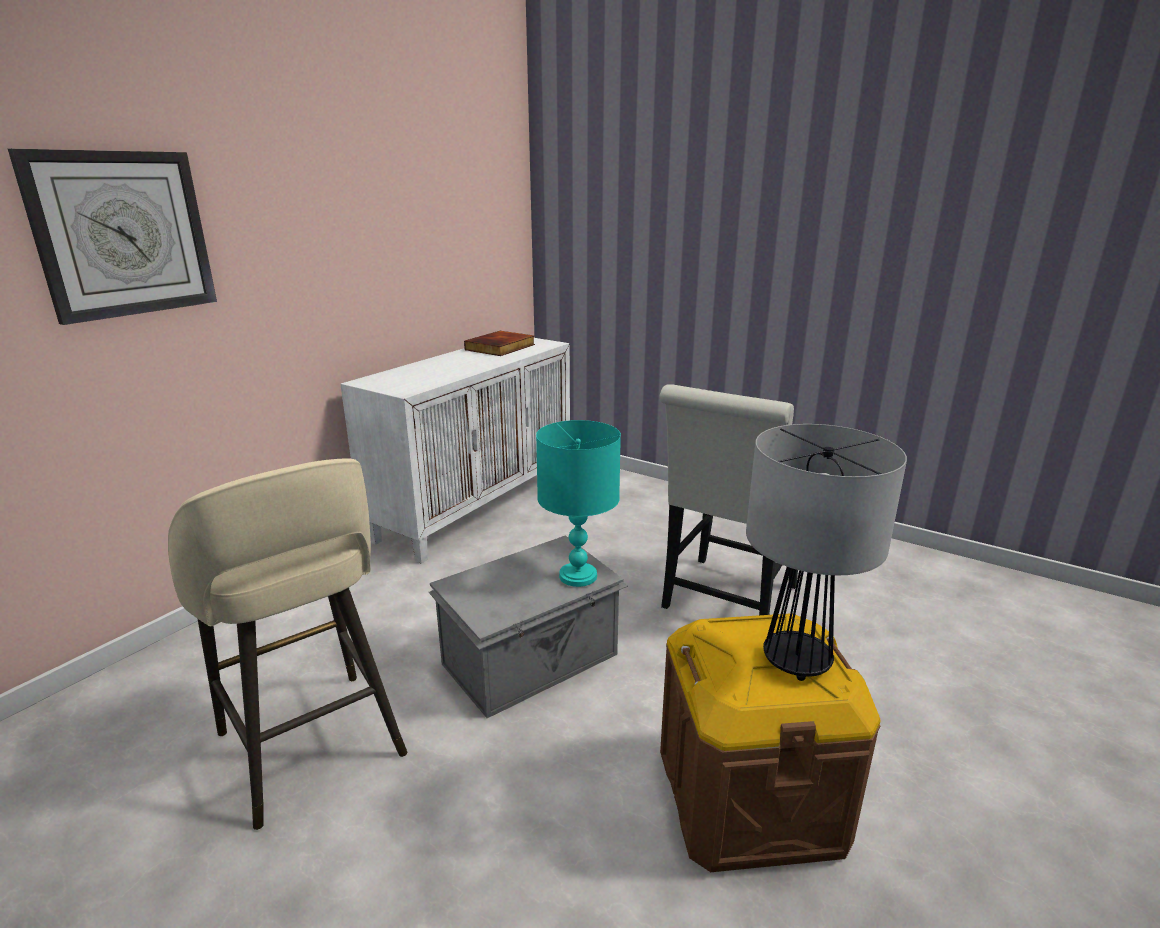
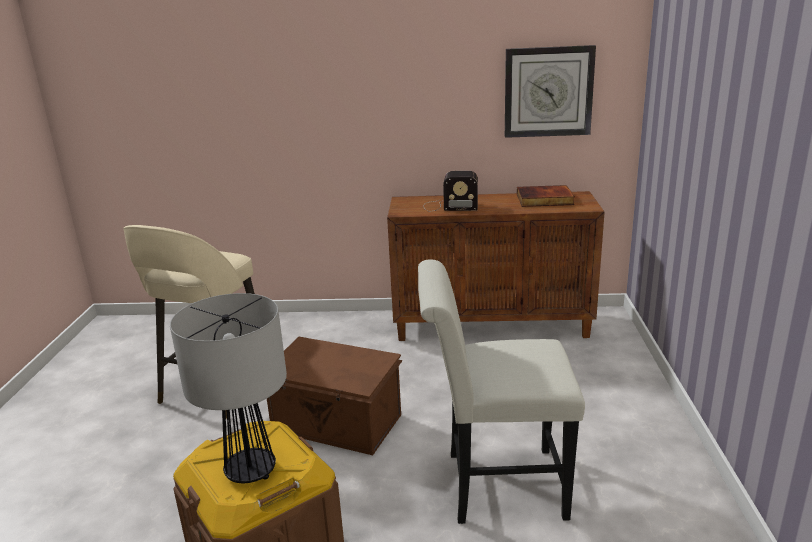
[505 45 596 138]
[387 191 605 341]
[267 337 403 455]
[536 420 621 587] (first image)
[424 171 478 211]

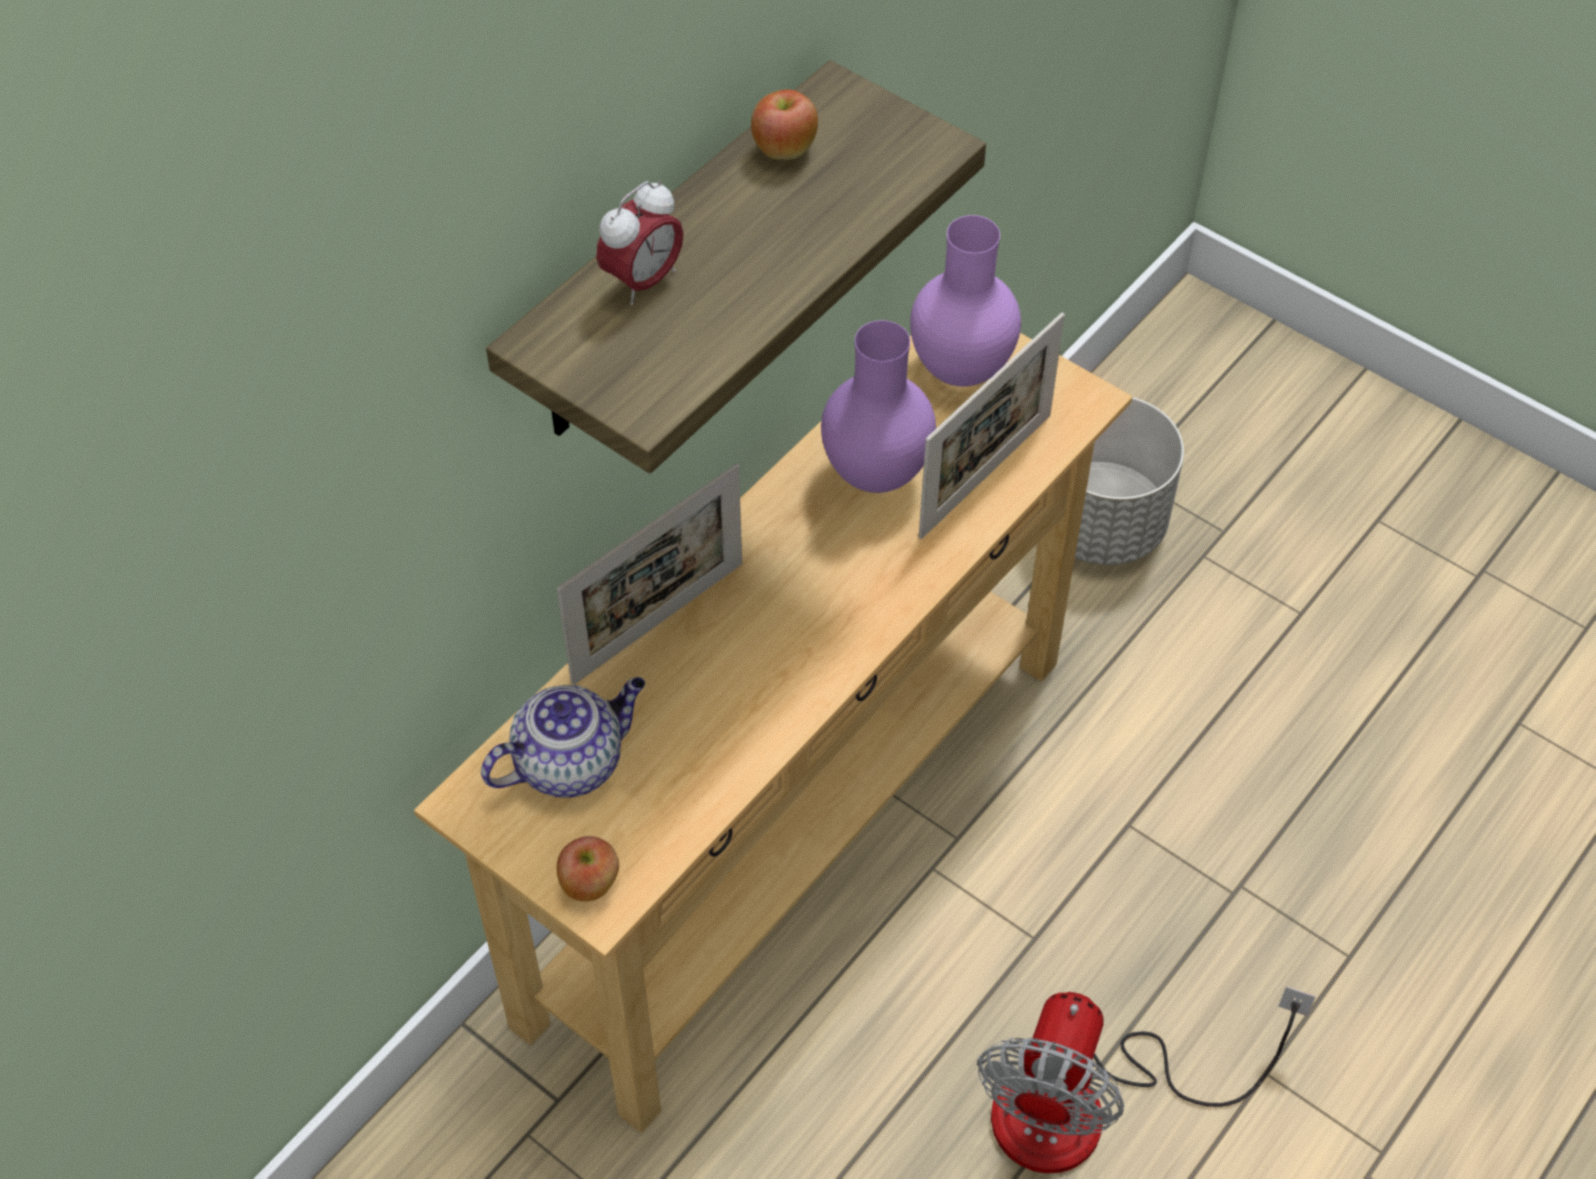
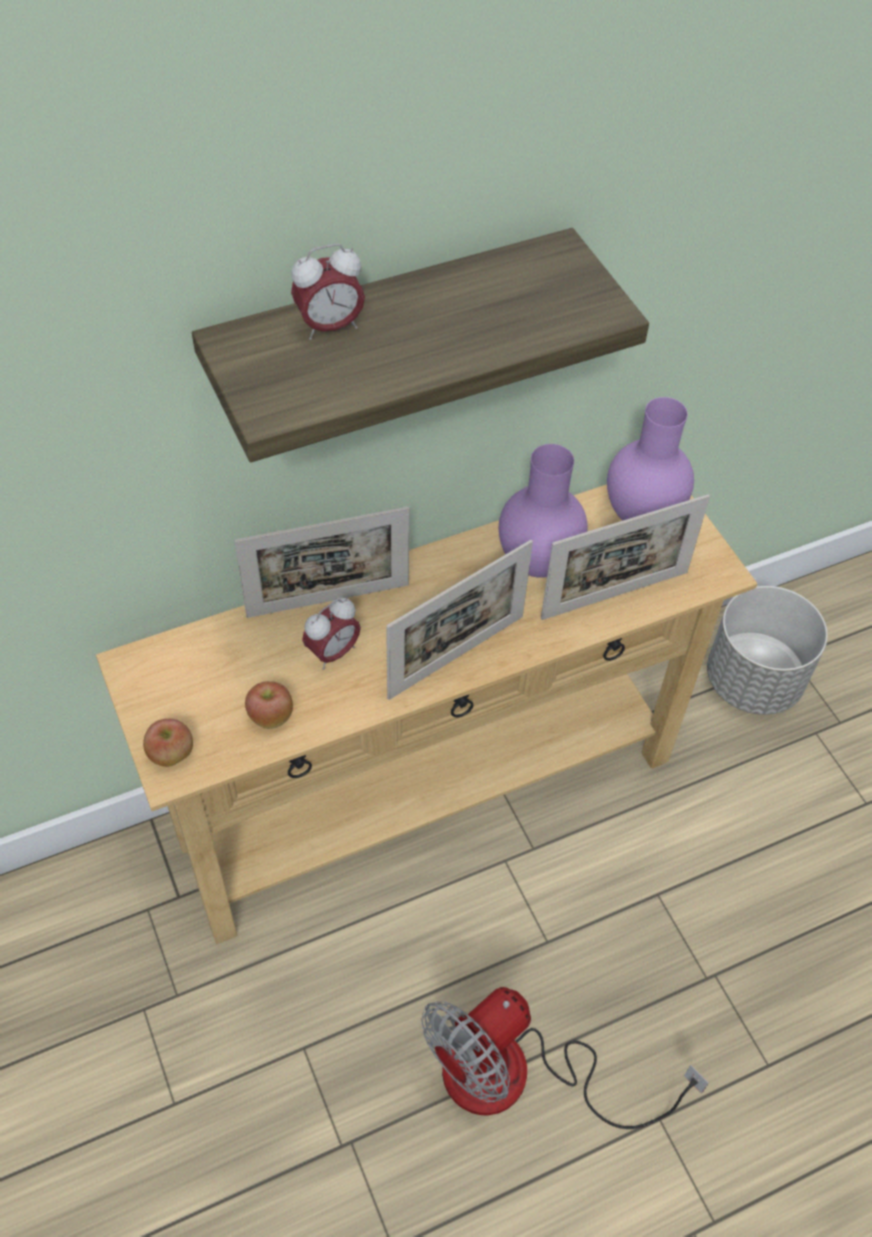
[481 677 645 798] (first image)
[245 681 293 729]
[302 597 361 670]
[386 540 533 700]

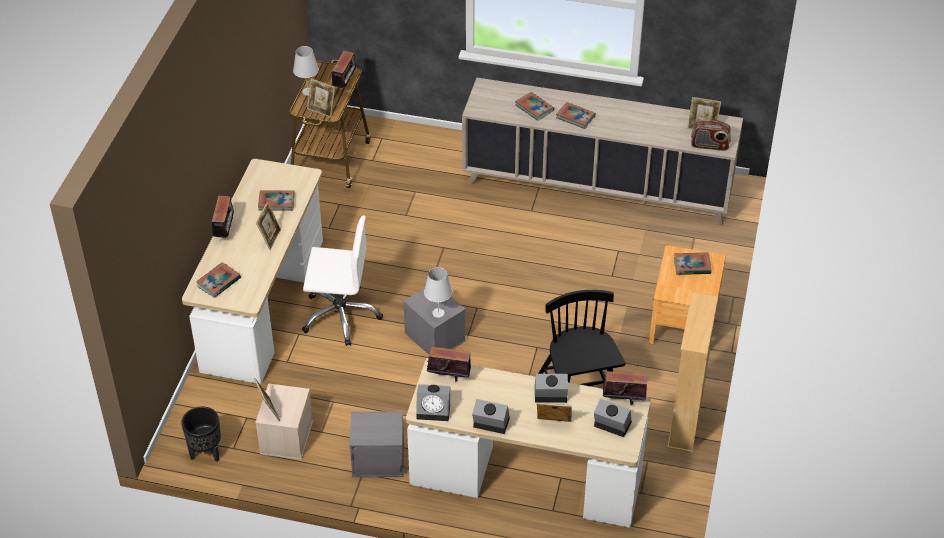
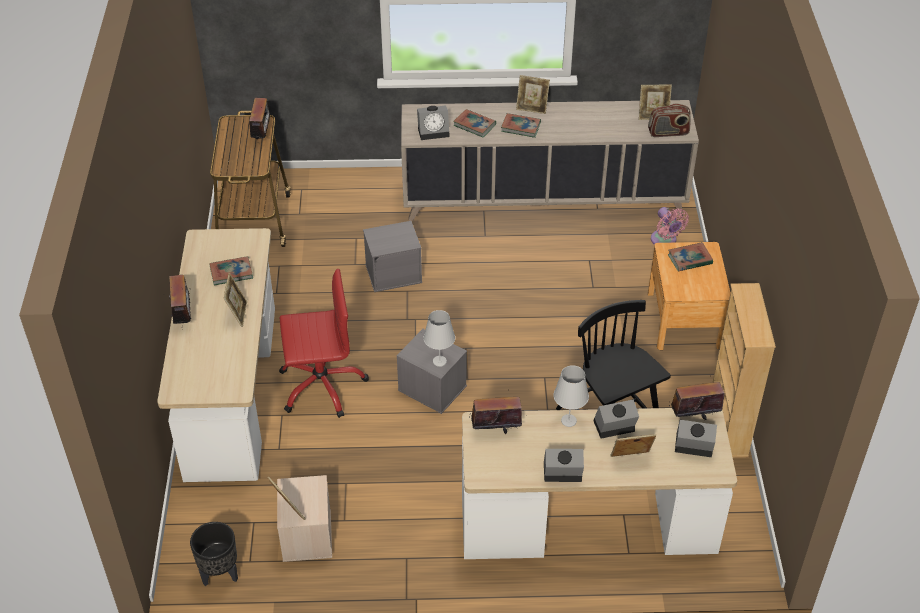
[196 262 241 298] (first image)
[553 365 589 427]
[279 269 369 418]
[516 75 550 114]
[363 221 422 292]
[417 105 450 140]
[651 207 689 245]

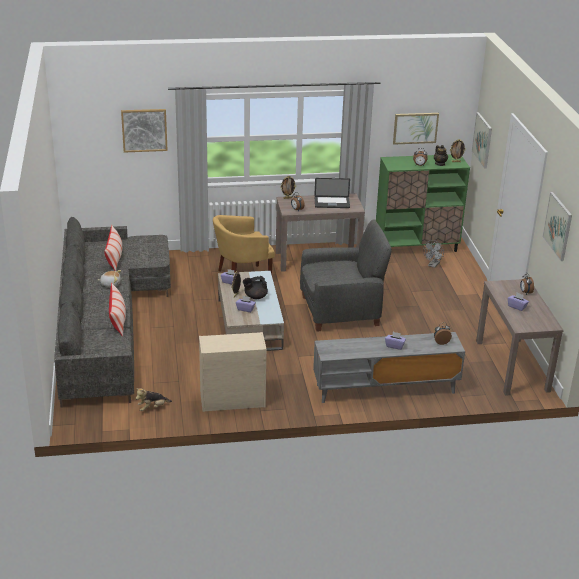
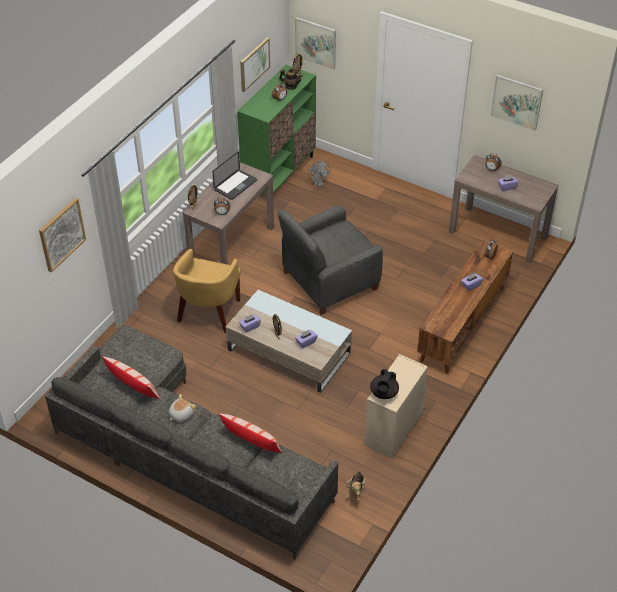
[370 369 399 399]
[278 206 383 315]
[417 240 513 374]

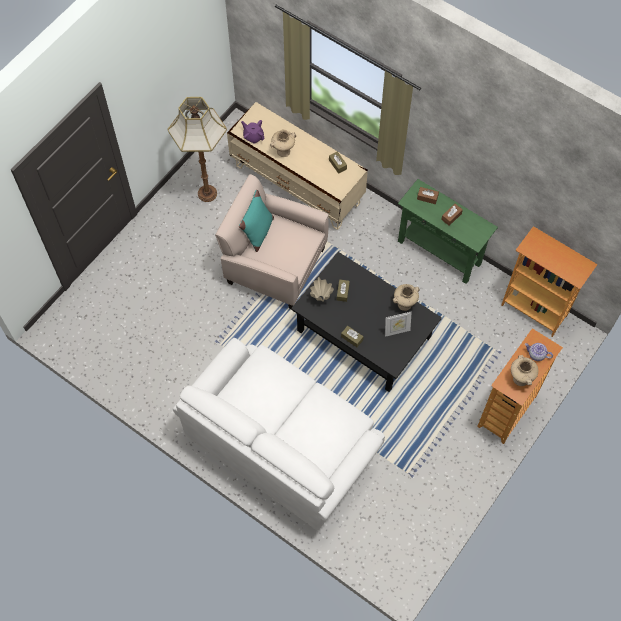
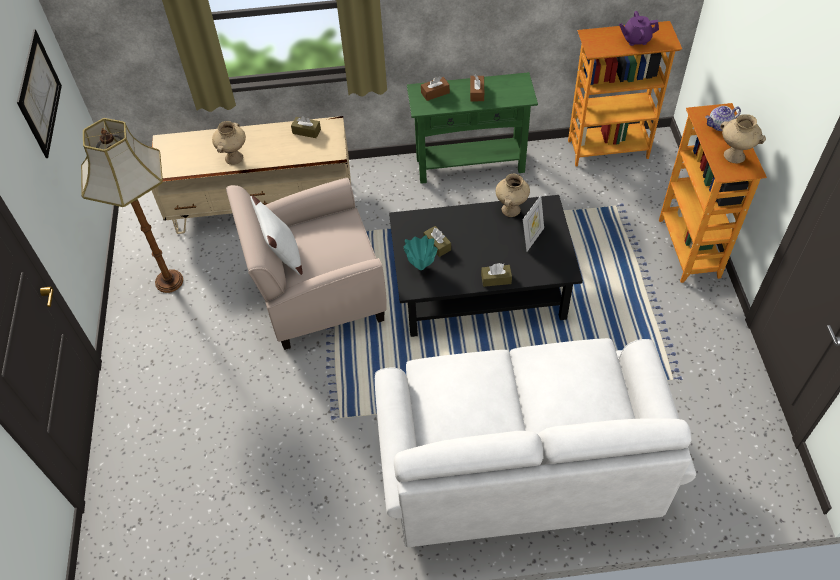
[250 196 303 275]
[619 11 659 46]
[404 235 437 270]
[17 29 62 158]

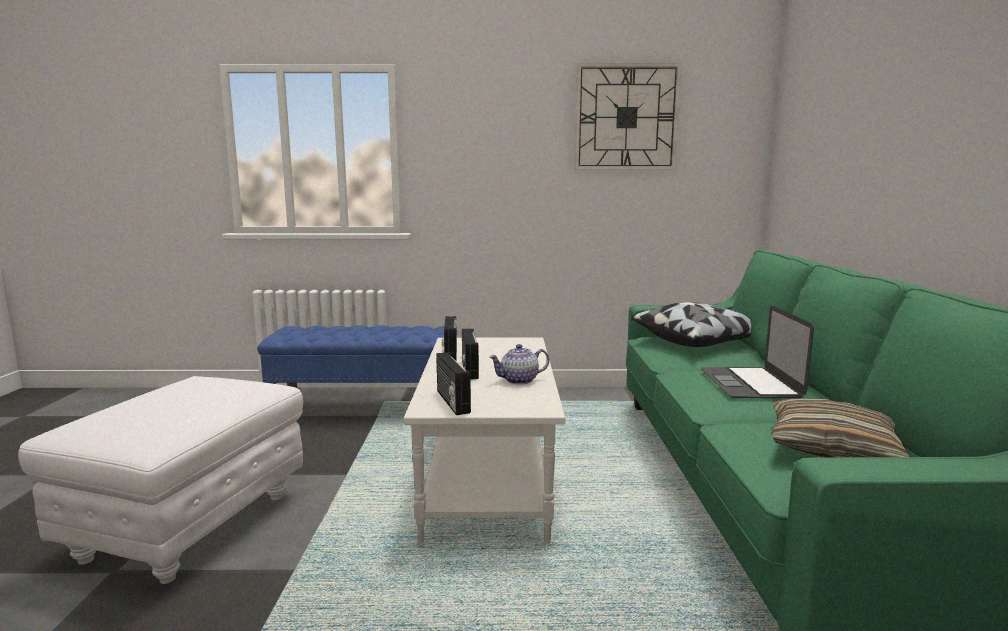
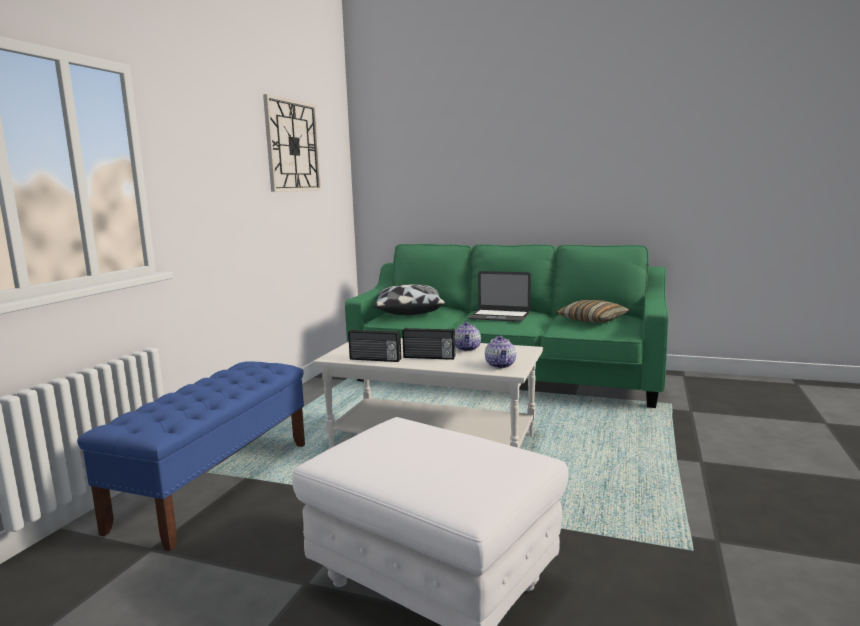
[485 336 516 368]

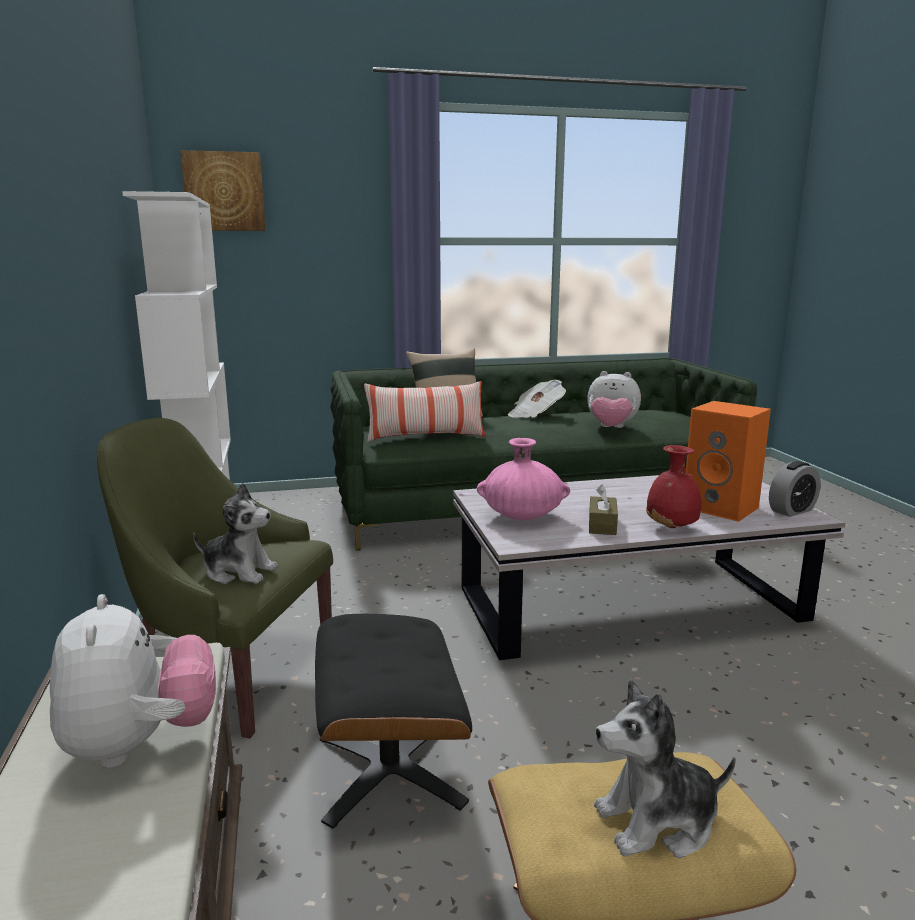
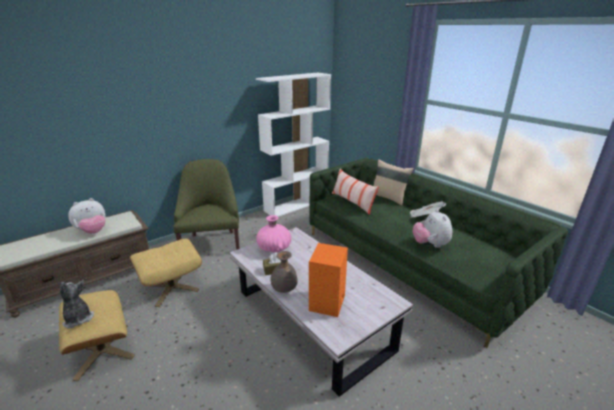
[180 150 266 231] (first image)
[193 483 278 584] (first image)
[129 239 202 307]
[270 251 298 293]
[769 461 821 517] (first image)

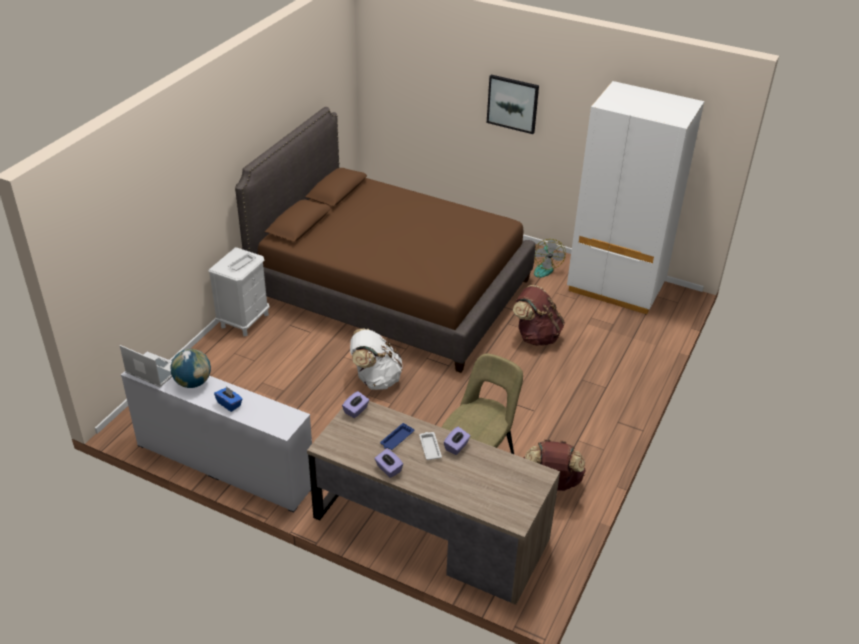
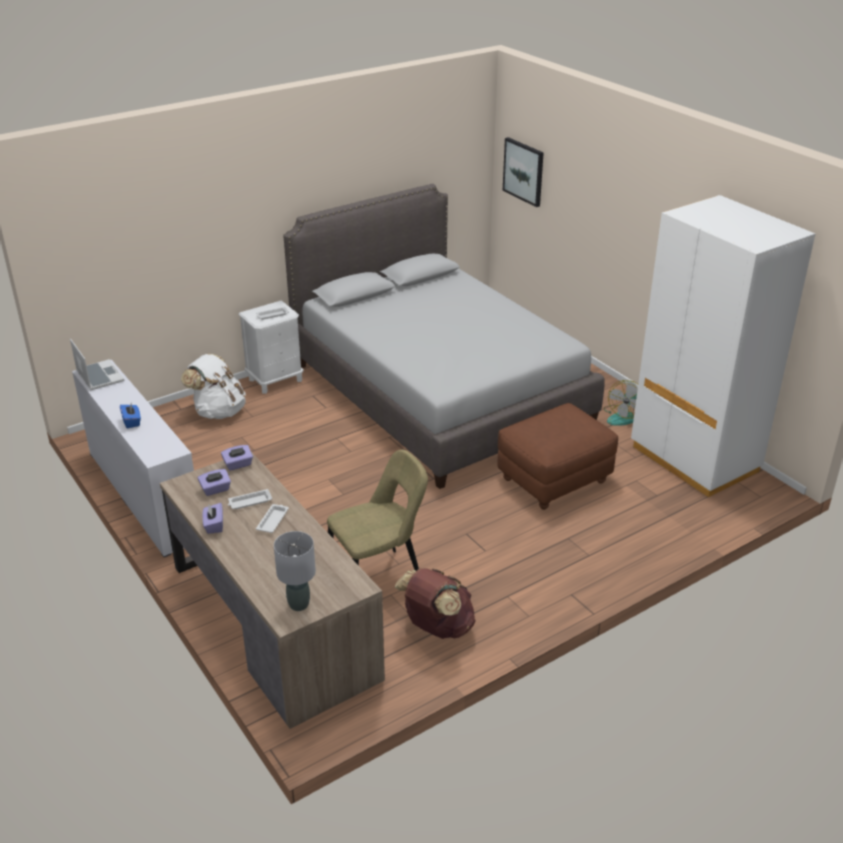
[170 349 211 388] (first image)
[283 184 605 489]
[181 354 246 419]
[228 489 272 509]
[198 469 231 496]
[503 137 544 207]
[497 403 618 510]
[274 531 316 611]

